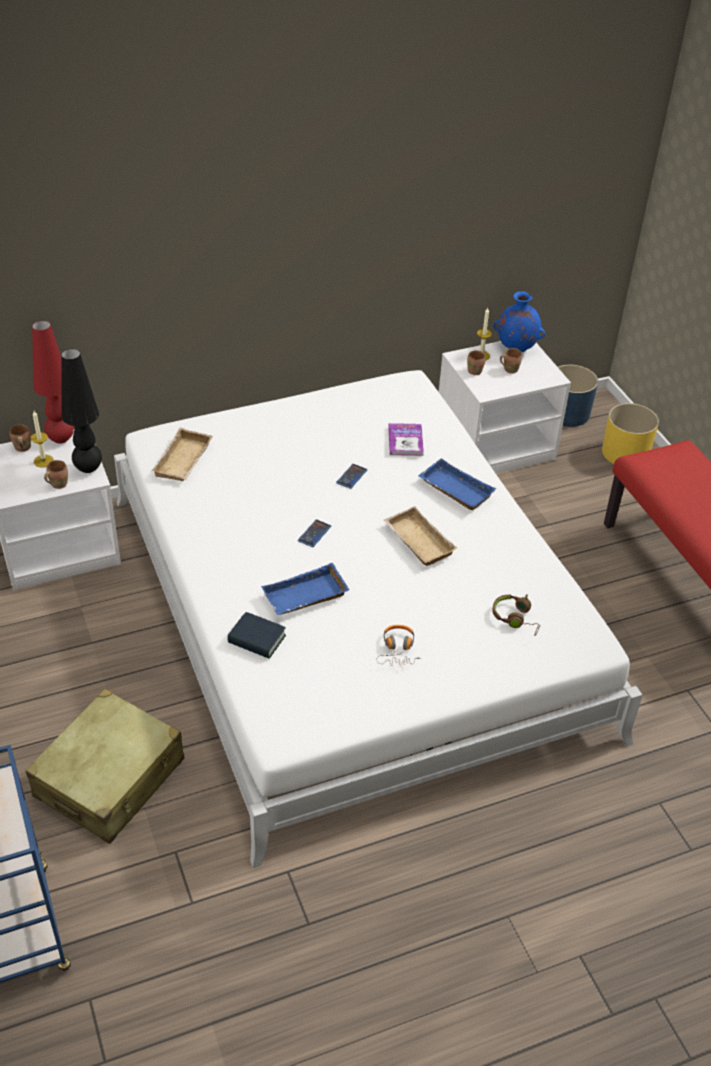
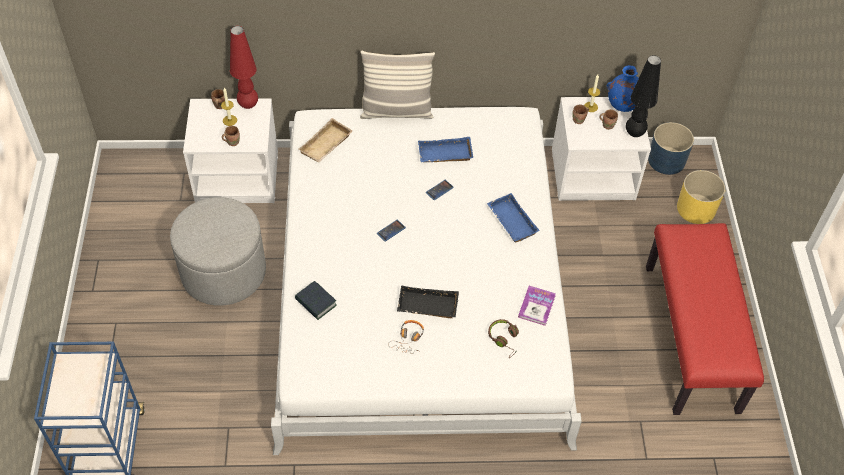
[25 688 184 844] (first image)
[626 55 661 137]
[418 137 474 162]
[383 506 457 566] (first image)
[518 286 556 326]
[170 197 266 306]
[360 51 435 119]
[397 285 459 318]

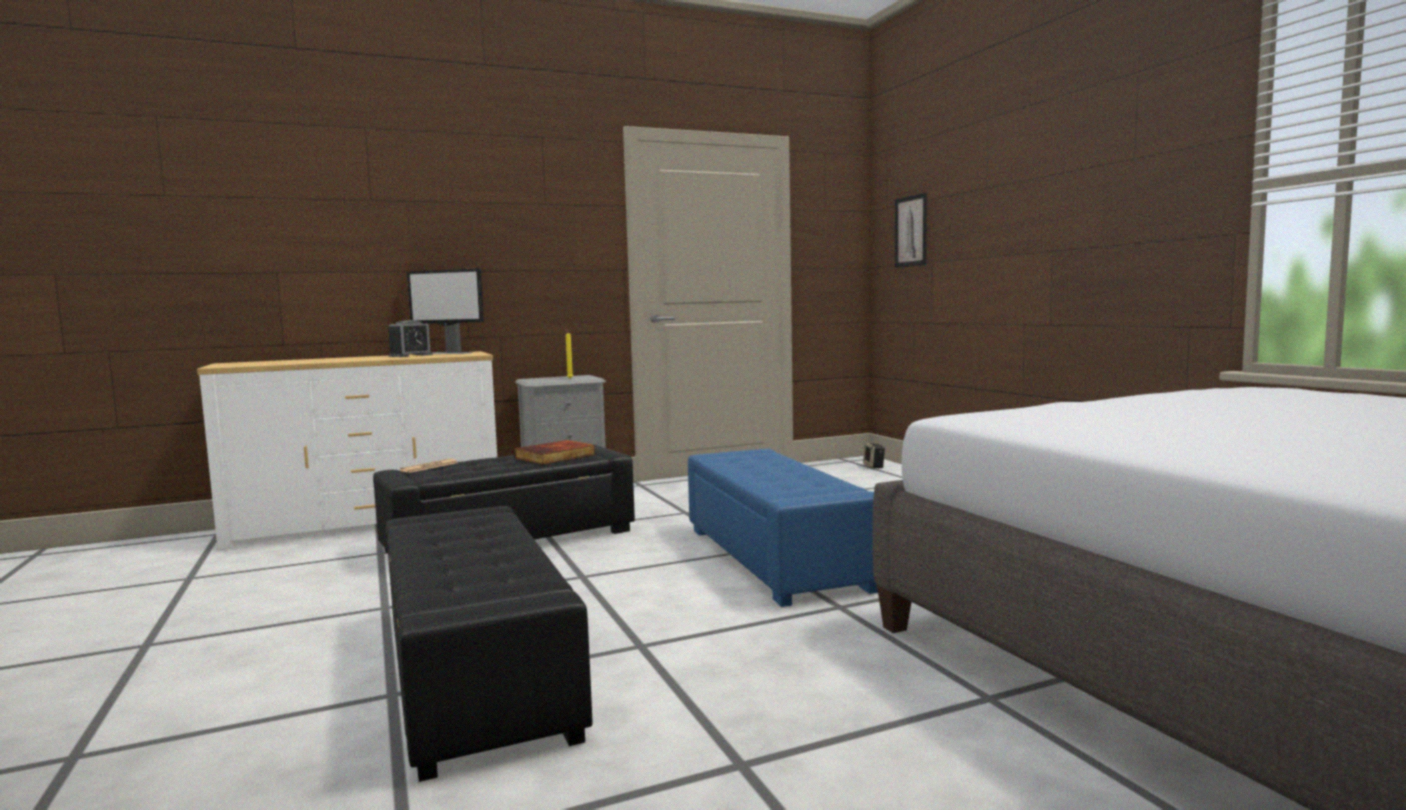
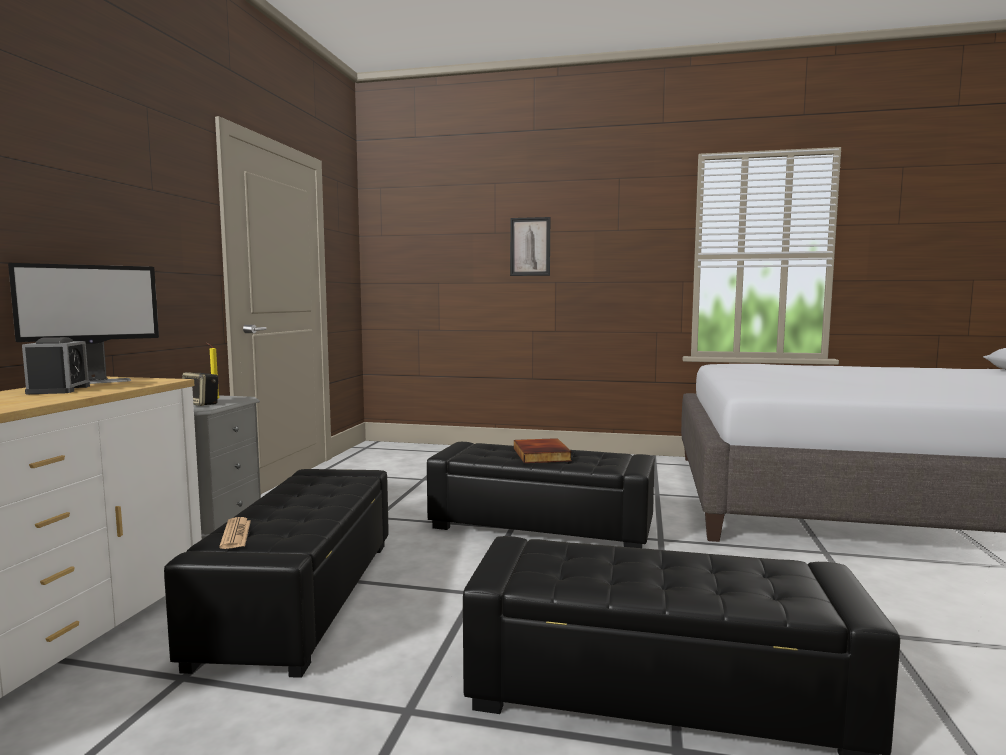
[514 438 572 463]
[427 442 655 548]
[182 372 218 406]
[510 217 550 276]

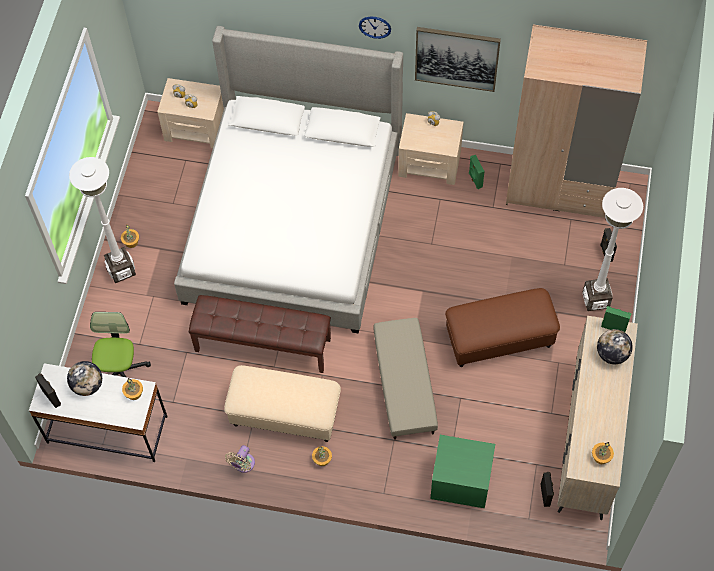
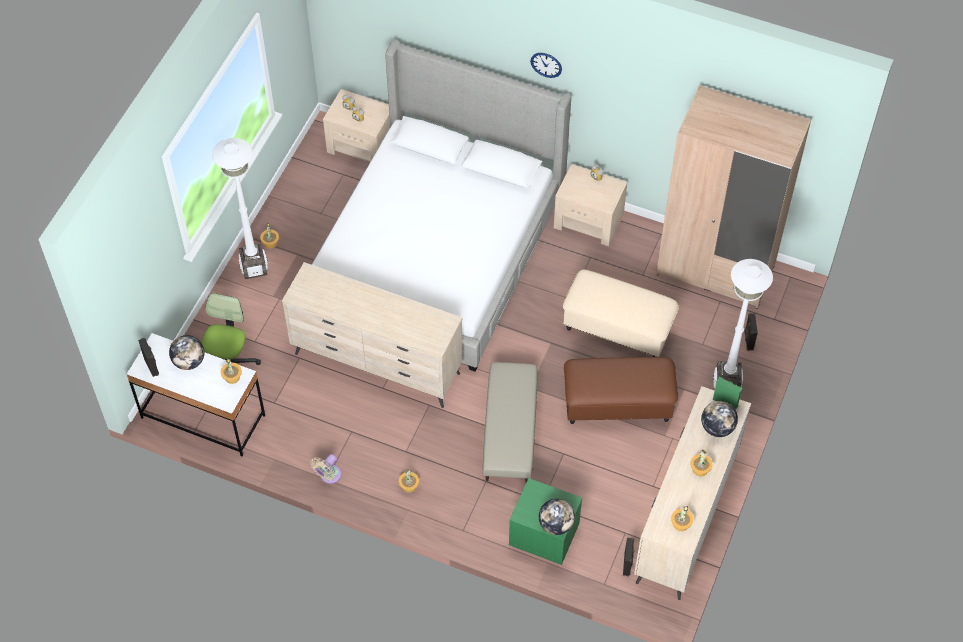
[282 262 463 408]
[563 270 679 357]
[415 27 501 92] (first image)
[469 155 485 189] (first image)
[539 499 575 535]
[690 450 713 476]

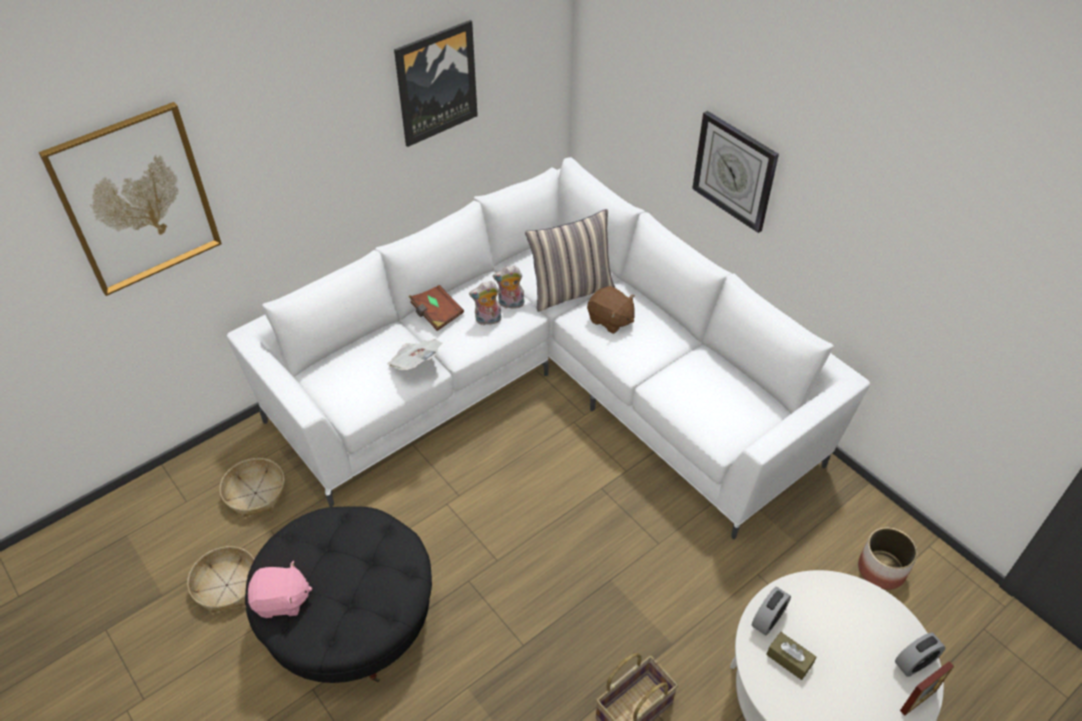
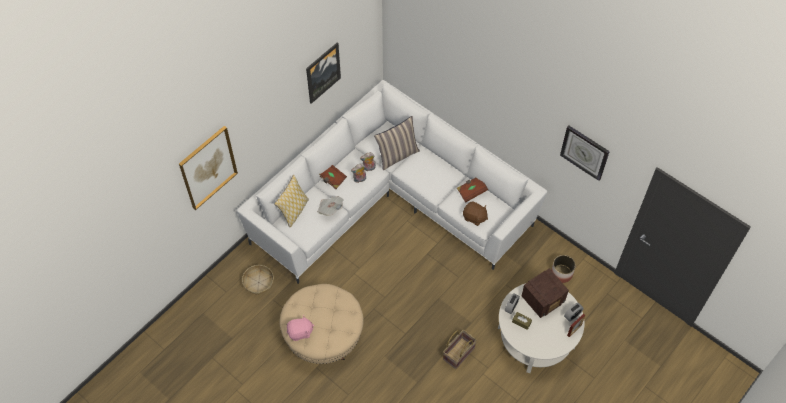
[187 546 255 613] (first image)
[279 284 364 364]
[463 202 488 226]
[560 125 610 181]
[274 175 309 227]
[457 178 488 203]
[522 269 569 318]

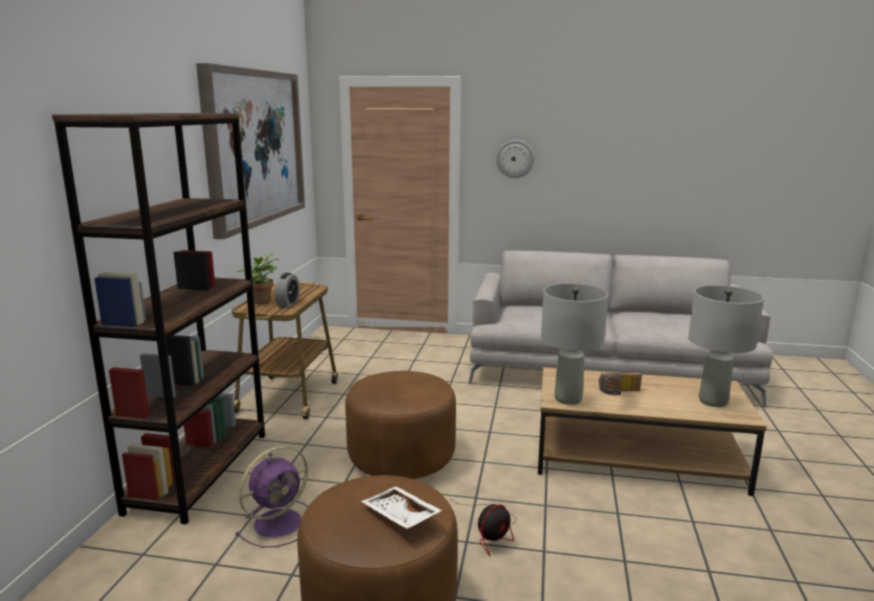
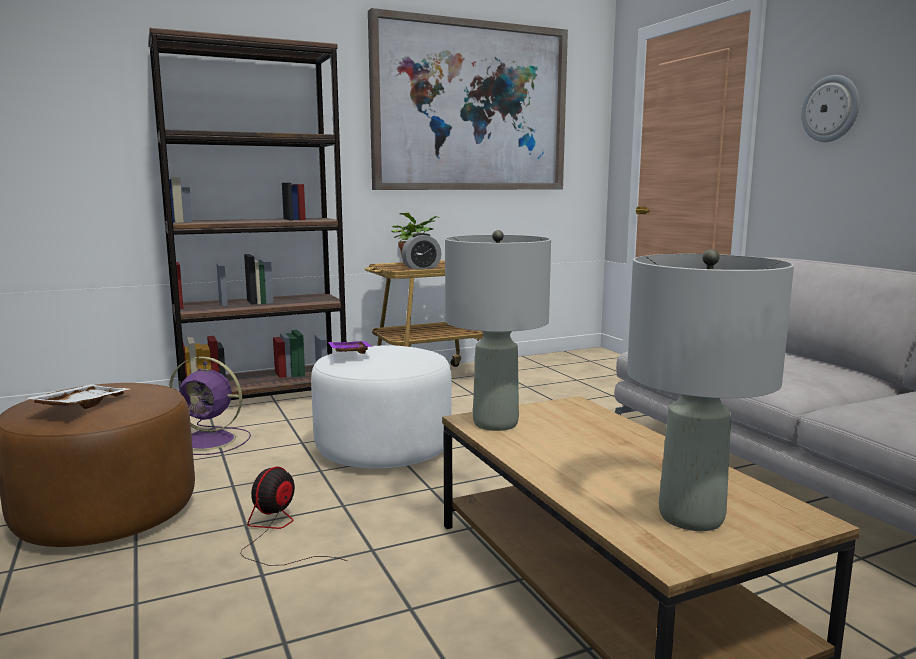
[311 345 451 468]
[241 467 347 566]
[599 373 642 395] (first image)
[328 341 373 354]

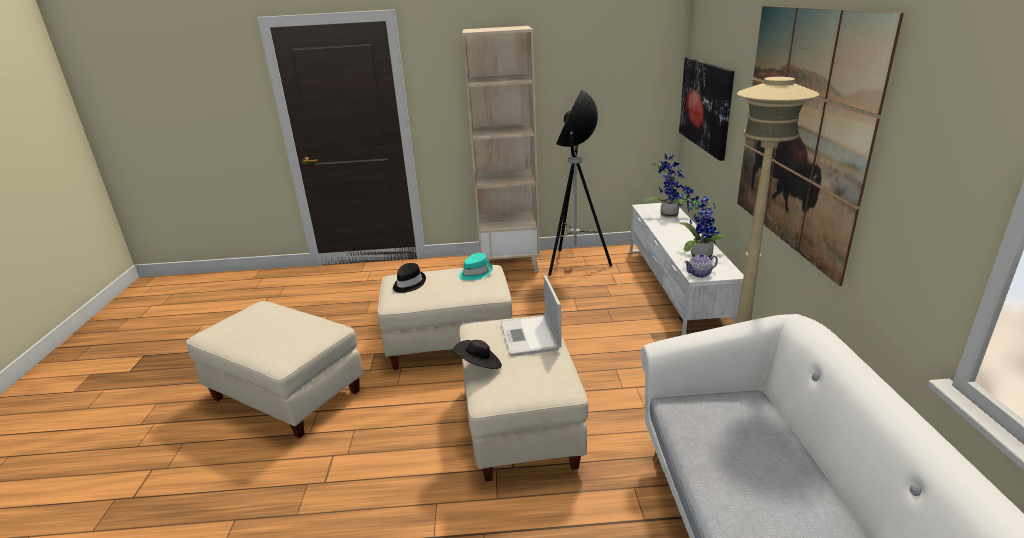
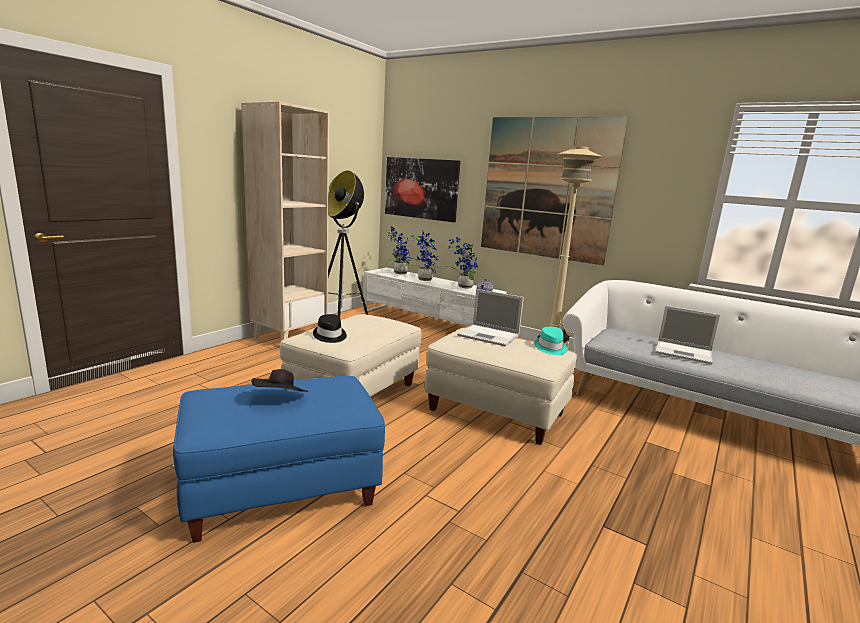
[173 376 385 543]
[251 369 308 392]
[534 327 567 355]
[403 232 445 281]
[655 306 720 364]

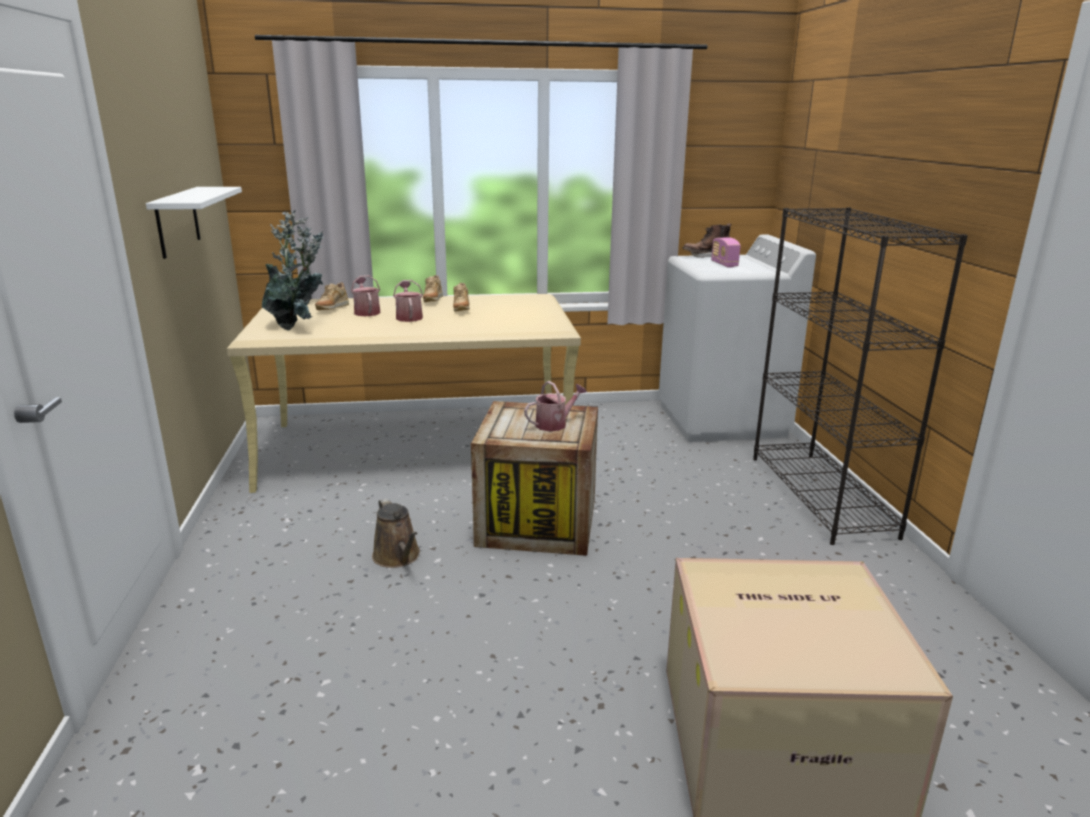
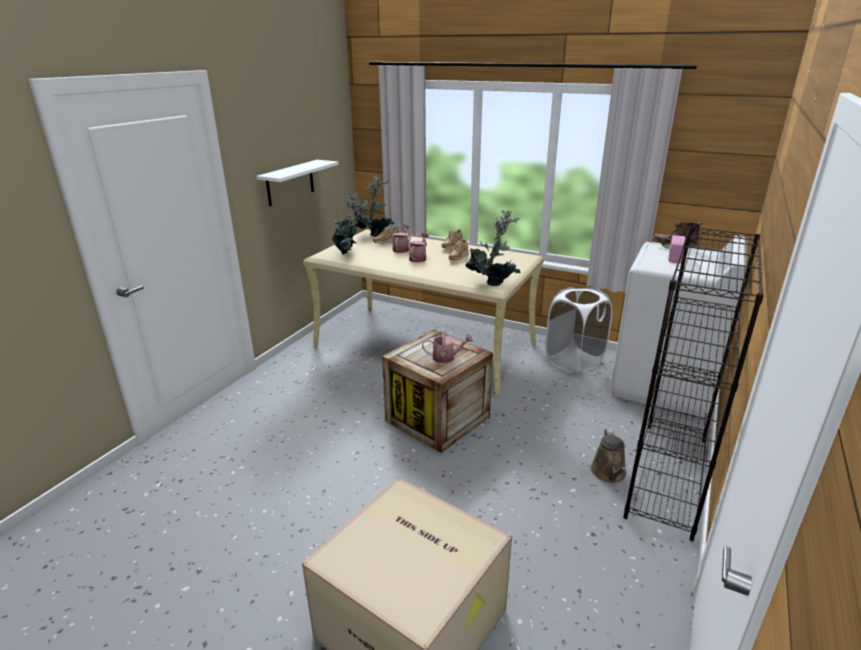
[590 429 627 483]
[466 210 520 286]
[545 287 613 373]

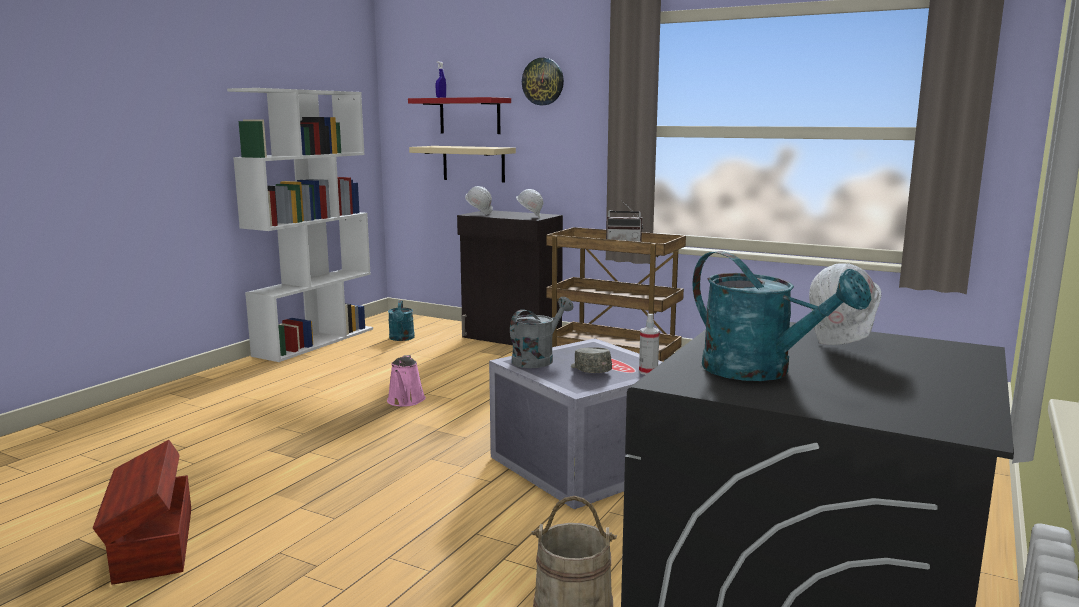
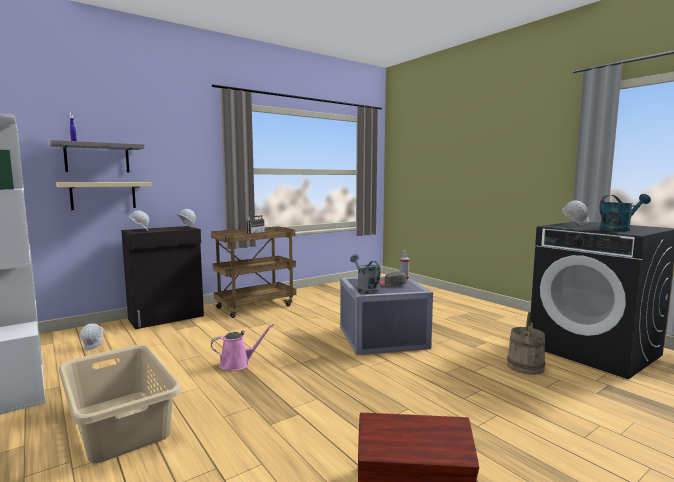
[211 324 274 371]
[80 323 104 350]
[50 140 145 172]
[522 58 564 105] (first image)
[59 345 182 463]

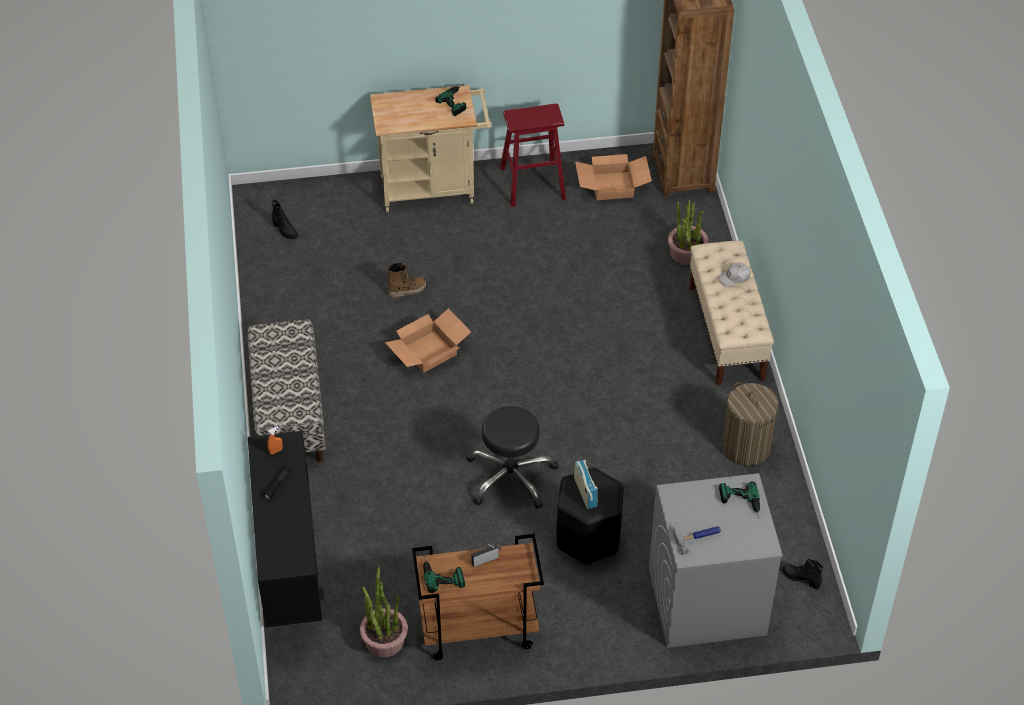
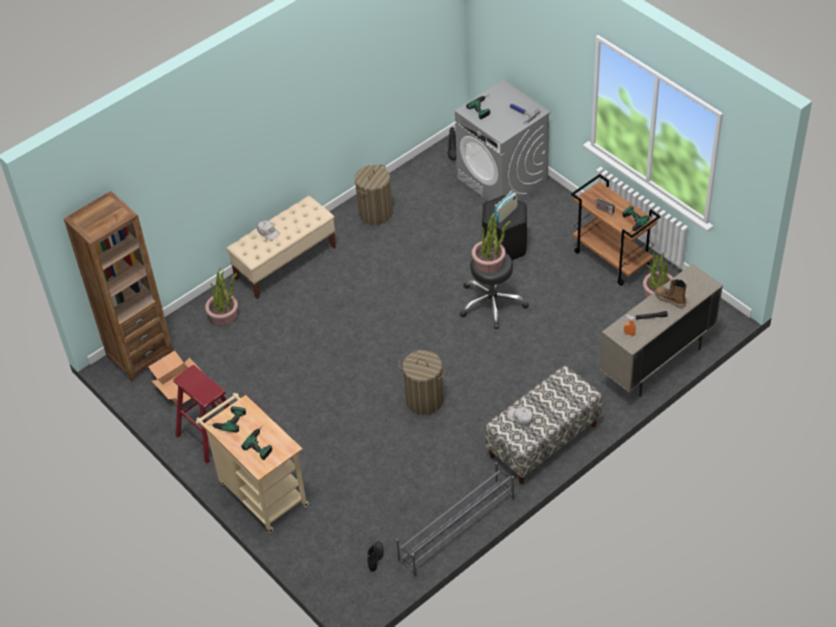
[599 264 723 397]
[399 350 446 415]
[655 279 687 308]
[241 425 272 460]
[396 462 514 578]
[472 212 511 273]
[507 407 534 425]

